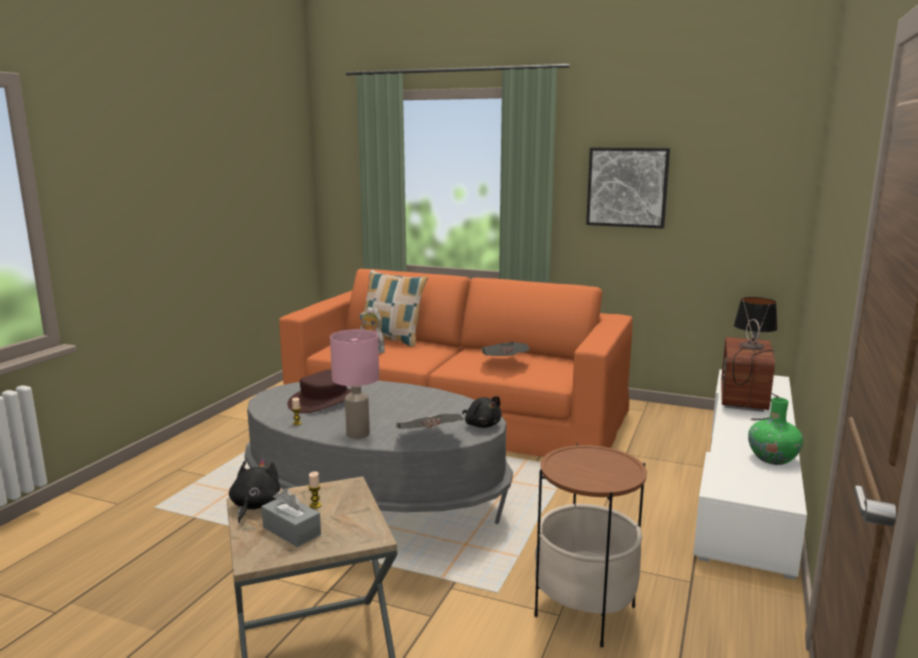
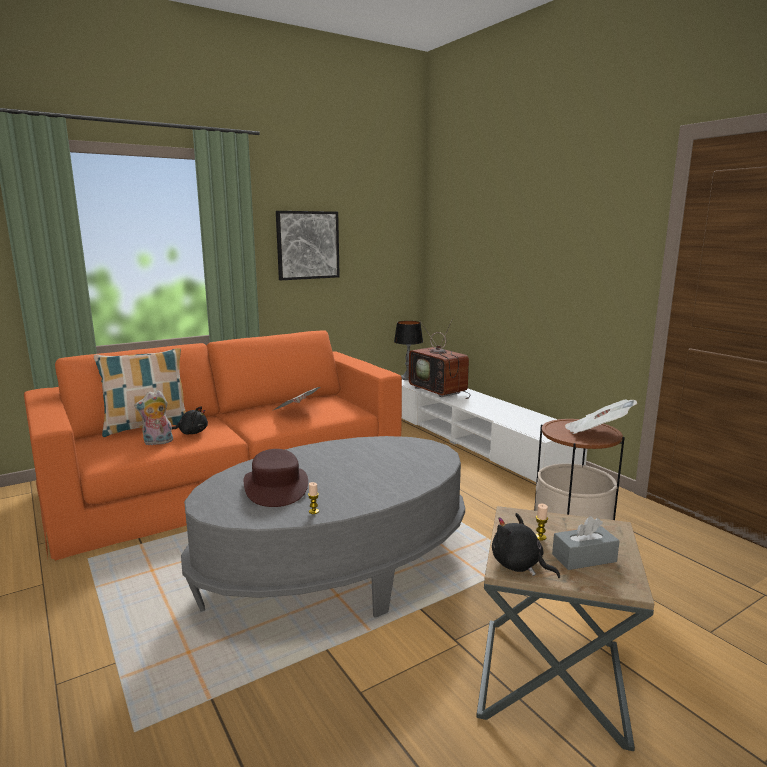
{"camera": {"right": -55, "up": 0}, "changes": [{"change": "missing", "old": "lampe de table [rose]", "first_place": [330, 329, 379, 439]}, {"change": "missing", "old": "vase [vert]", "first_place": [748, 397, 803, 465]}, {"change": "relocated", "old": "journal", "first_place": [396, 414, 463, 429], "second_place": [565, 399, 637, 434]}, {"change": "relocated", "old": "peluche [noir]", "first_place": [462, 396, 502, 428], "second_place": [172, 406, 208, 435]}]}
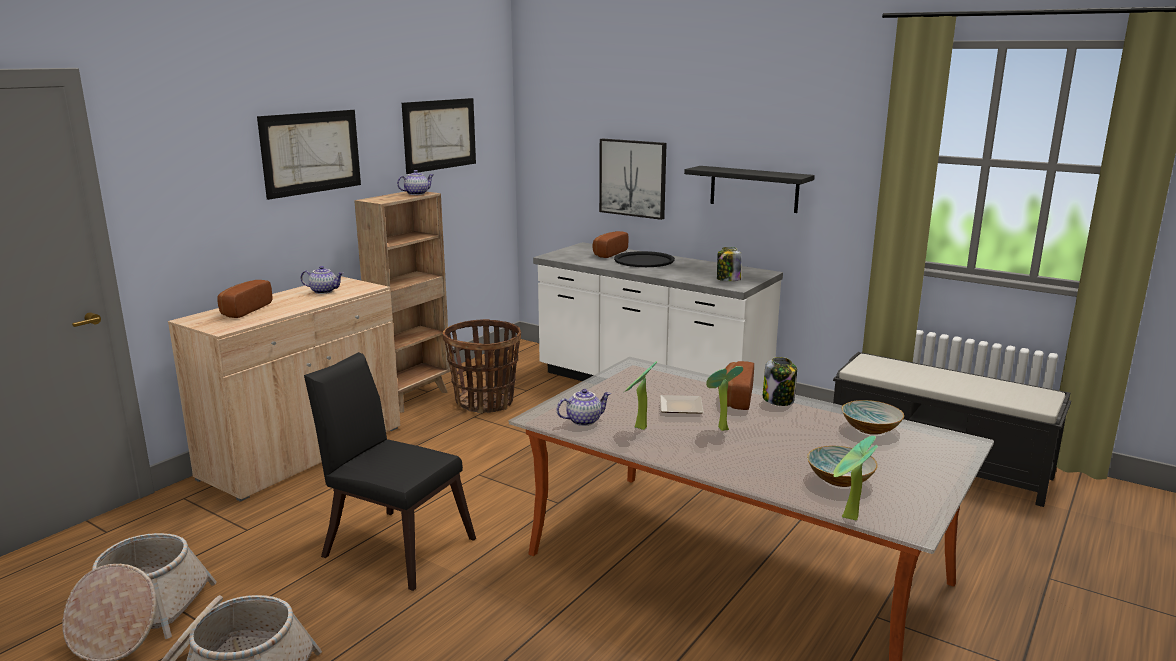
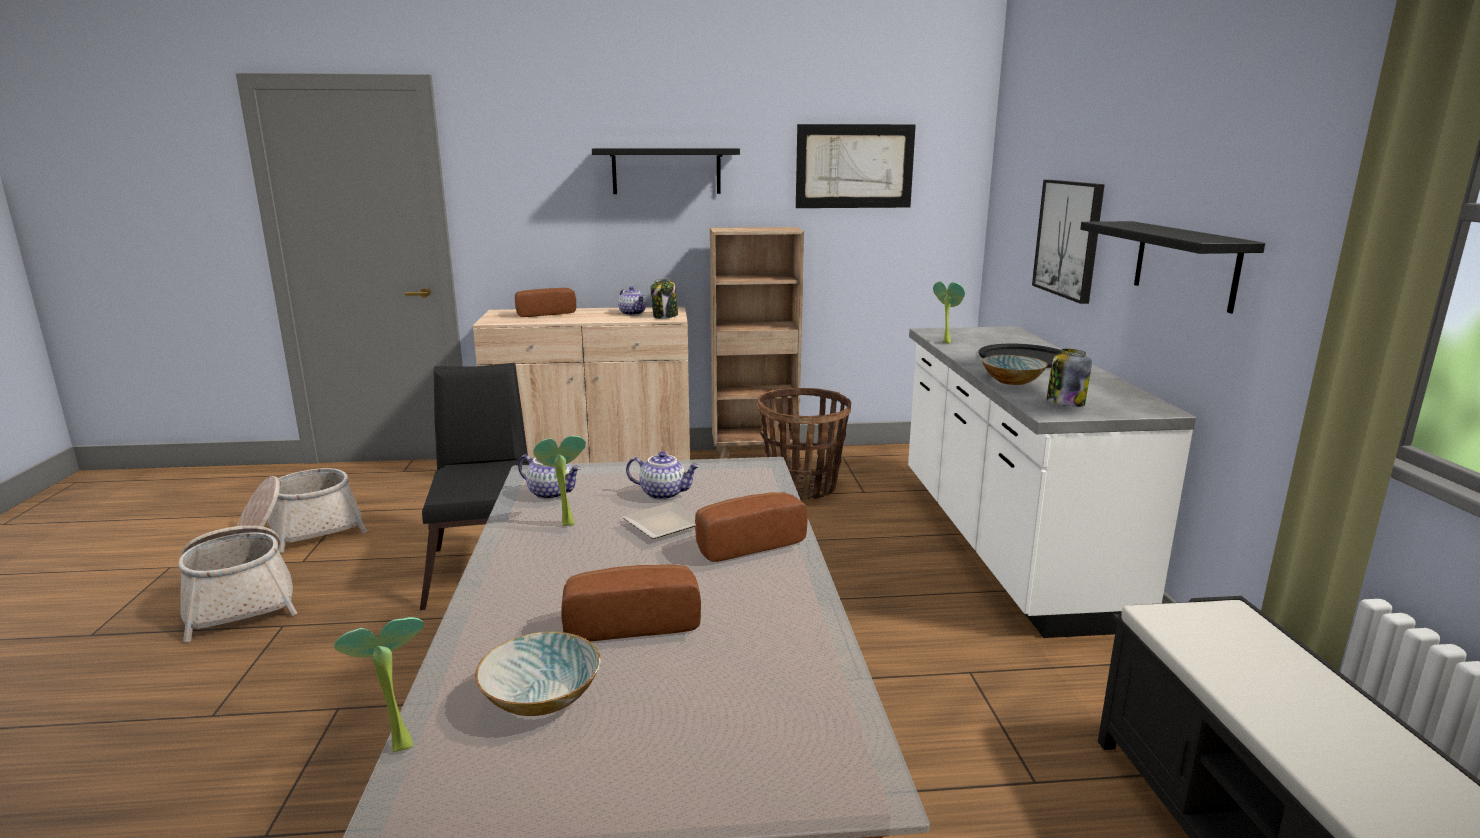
{"camera": {"right": 50, "up": 0}, "changes": [{"change": "relocated", "old": "théière", "first_place": [397, 170, 433, 195], "second_place": [626, 451, 700, 500]}, {"change": "relocated", "old": "pain", "first_place": [592, 231, 628, 258], "second_place": [561, 564, 701, 641]}, {"change": "relocated", "old": "plante en pot", "first_place": [706, 366, 743, 431], "second_place": [933, 281, 965, 344]}, {"change": "relocated", "old": "bocal", "first_place": [763, 357, 797, 406], "second_place": [651, 278, 678, 319]}, {"change": "relocated", "old": "bol", "first_place": [842, 400, 904, 435], "second_place": [982, 355, 1048, 385]}, {"change": "exchanged", "old": "tableau", "new": "étagère [noir]", "first_place": [257, 110, 361, 200], "second_place": [592, 148, 740, 194]}]}
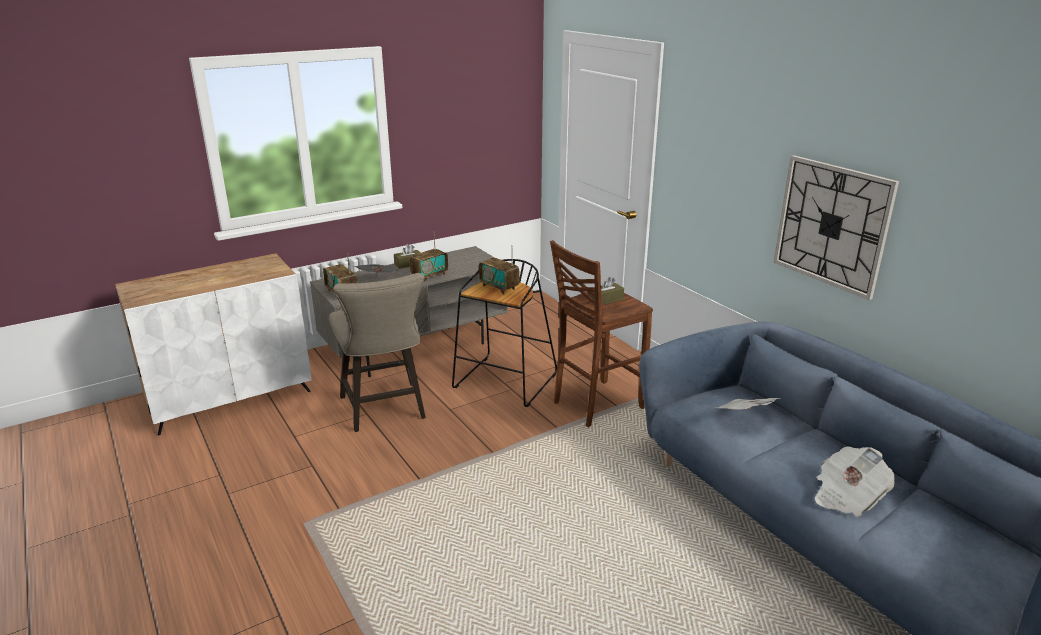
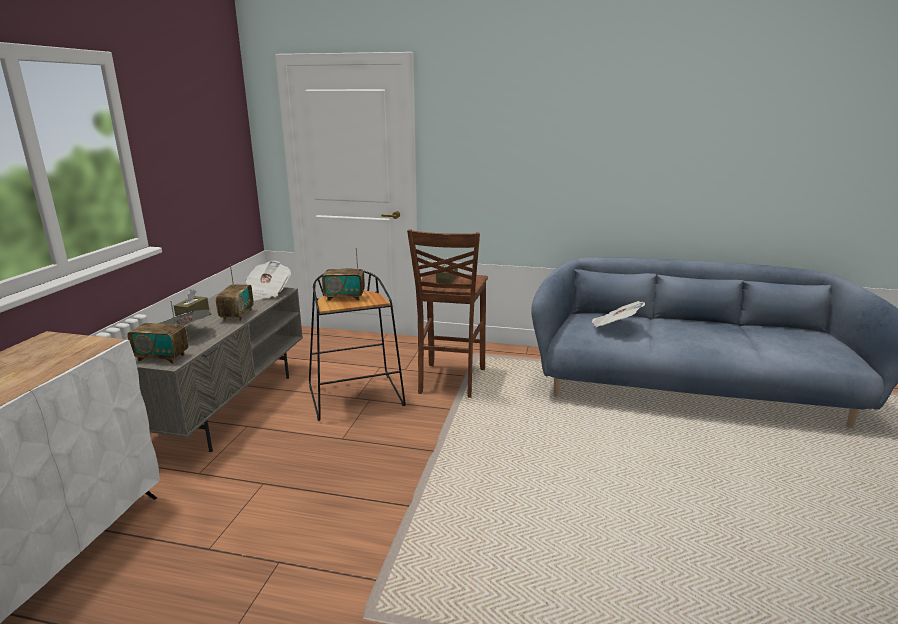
{"camera": {"right": -45, "up": -5}, "changes": [{"change": "missing", "old": "tabouret [beige]", "first_place": [329, 273, 426, 432]}, {"change": "missing", "old": "horloge murale", "first_place": [774, 155, 899, 300]}, {"change": "relocated", "old": "journal", "first_place": [815, 446, 895, 516], "second_place": [245, 261, 291, 301]}]}
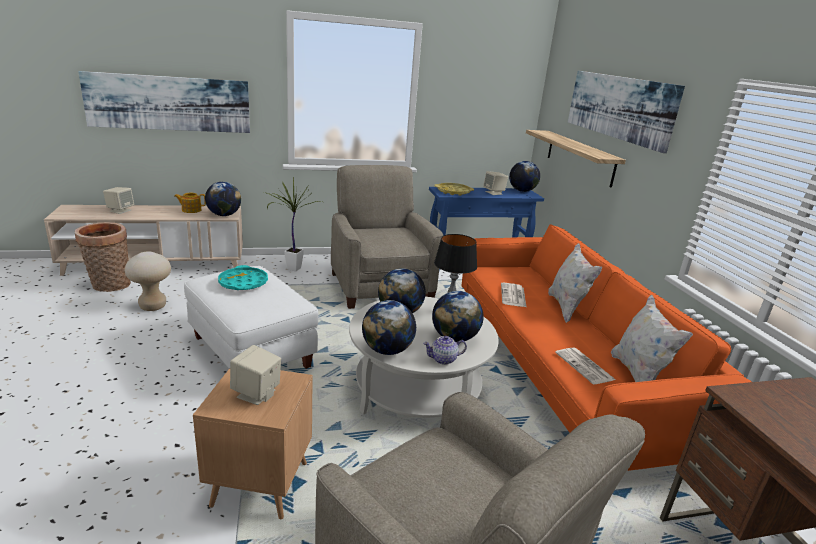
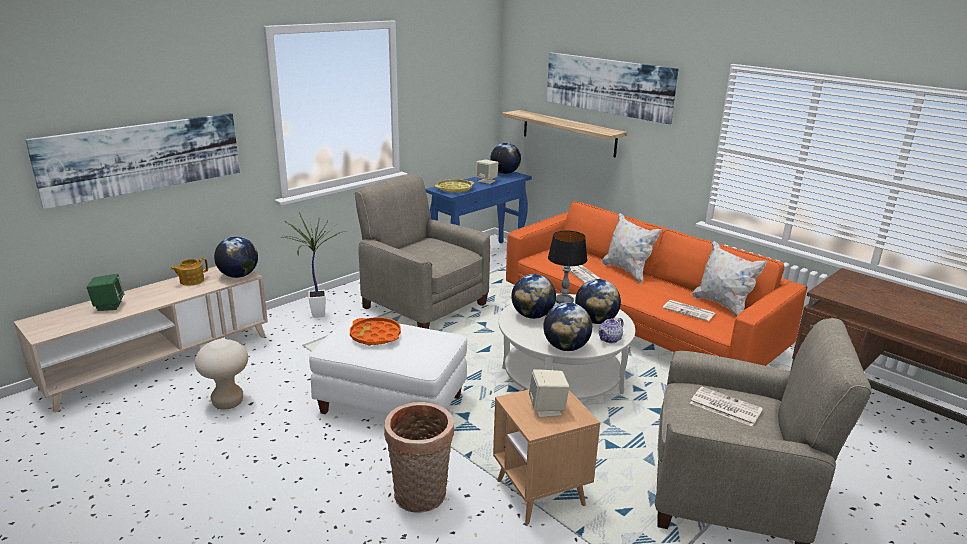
{"camera": {"right": -30, "up": 0}, "changes": [{"change": "appeared", "new": "journal", "second_place": [690, 387, 763, 426]}, {"change": "relocated", "old": "panier", "first_place": [75, 222, 131, 292], "second_place": [384, 402, 454, 513]}, {"change": "colour", "old": "enceinte [beige]", "new": "enceinte [vert]", "first_place": [103, 187, 134, 214], "second_place": [87, 274, 125, 311]}, {"change": "colour", "old": "plateau [turquoise]", "new": "plateau [orange]", "first_place": [218, 265, 268, 290], "second_place": [350, 317, 401, 346]}]}
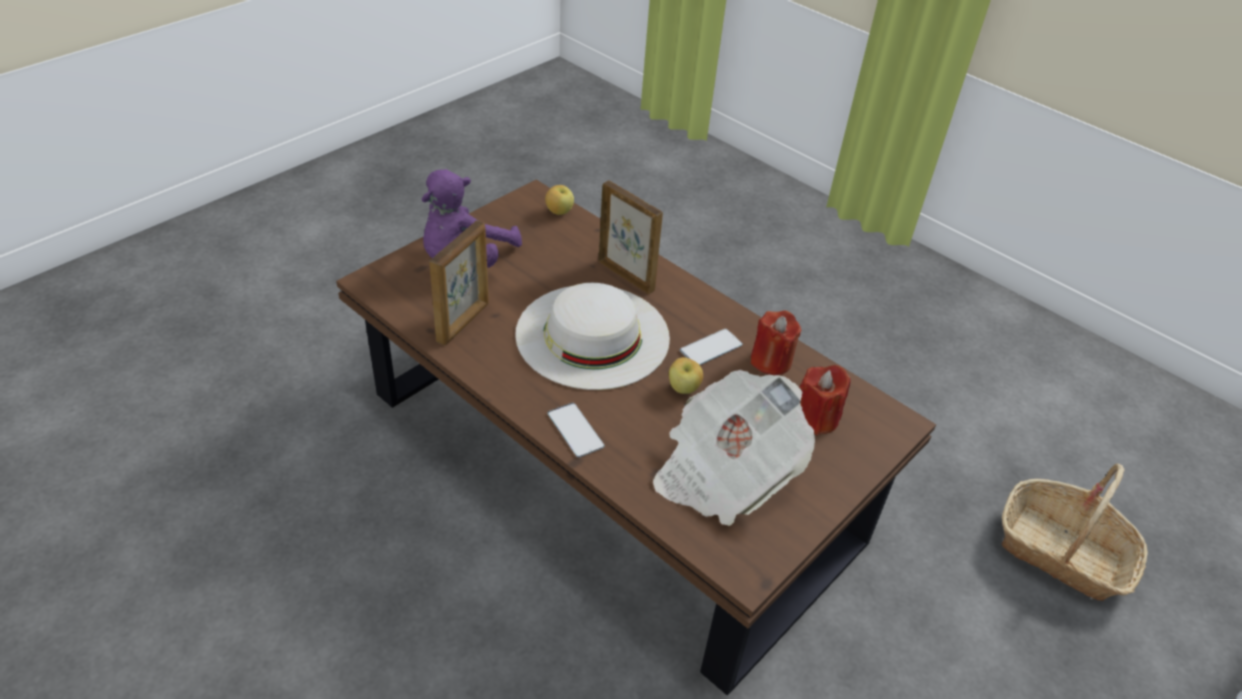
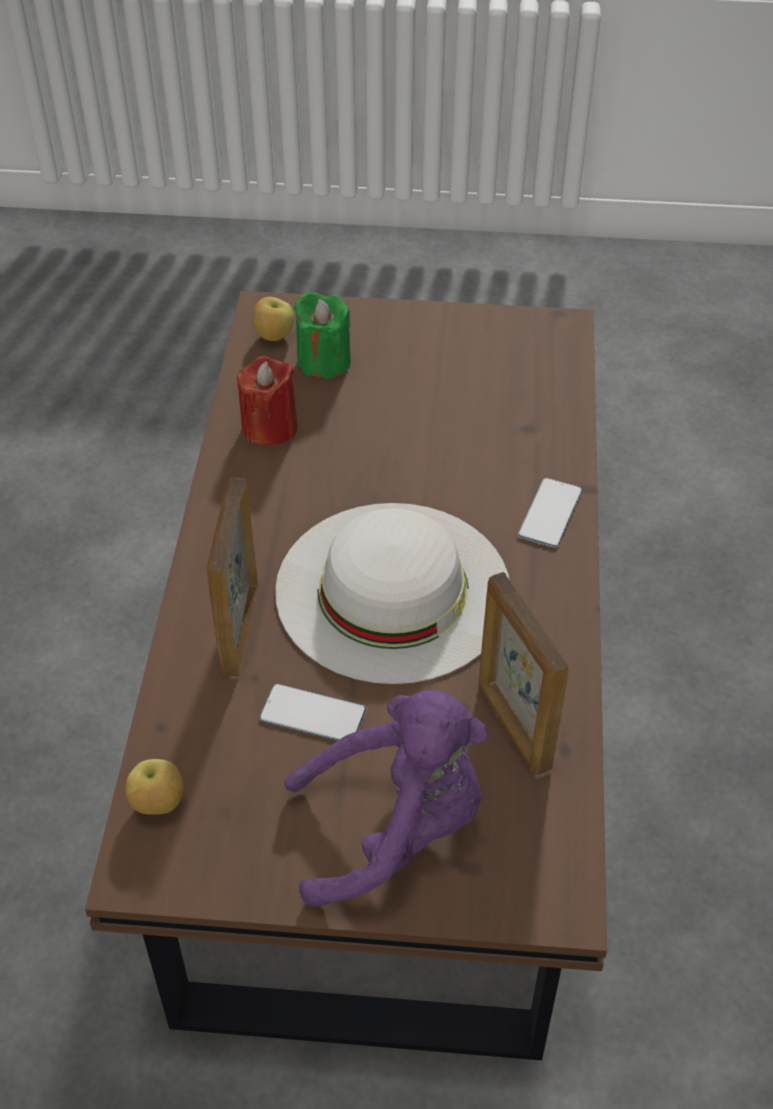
{"camera": {"right": -125, "up": 5}, "changes": [{"change": "missing", "old": "journal", "first_place": [653, 370, 815, 526]}, {"change": "missing", "old": "panier", "first_place": [1002, 464, 1148, 601]}, {"change": "relocated", "old": "pomme", "first_place": [669, 357, 703, 394], "second_place": [253, 297, 294, 341]}, {"change": "relocated", "old": "téléphone", "first_place": [680, 329, 743, 365], "second_place": [259, 684, 367, 740]}, {"change": "colour", "old": "bougie [rouge]", "new": "bougie [vert]", "first_place": [799, 365, 851, 435], "second_place": [294, 292, 351, 380]}, {"change": "spun", "old": "cadre photo", "first_place": [429, 221, 489, 345], "second_place": [478, 572, 569, 775], "degrees": -105}]}
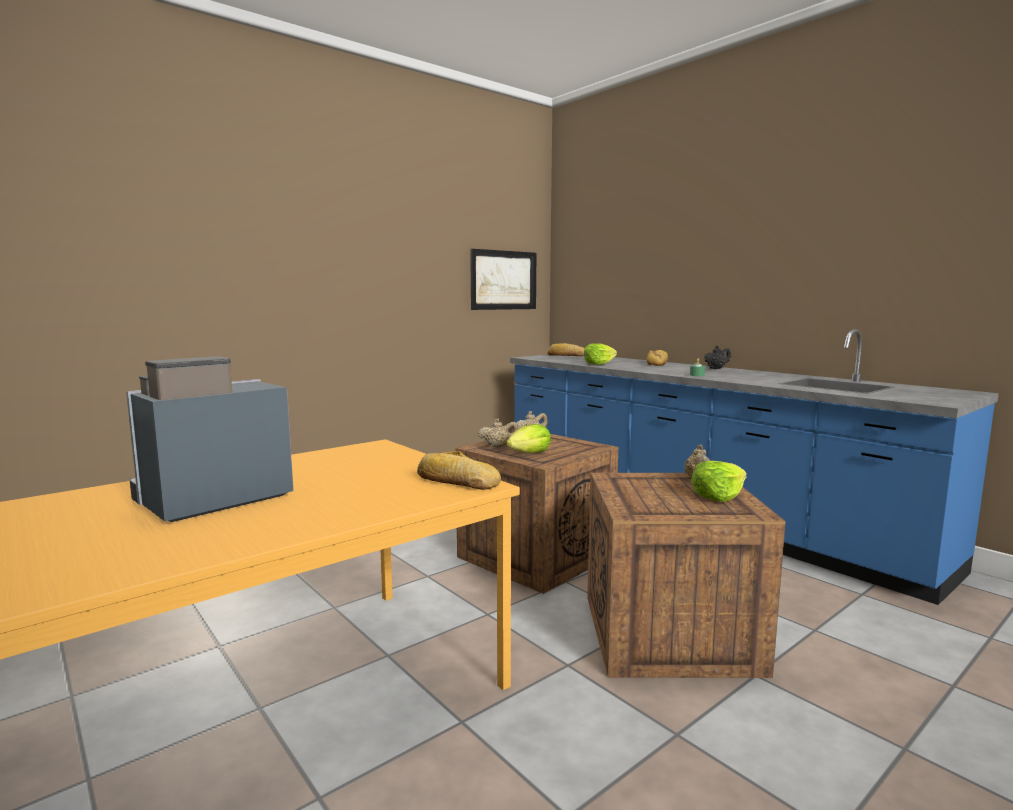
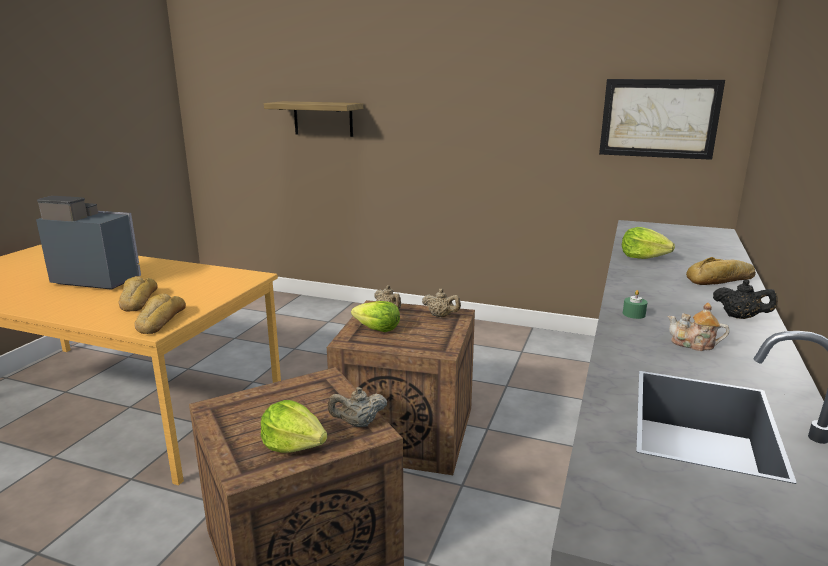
{"camera": {"right": 60, "up": 10}, "changes": [{"change": "appeared", "new": "étagère", "second_place": [264, 101, 363, 137]}, {"change": "appeared", "new": "théière", "second_place": [668, 303, 729, 351]}, {"change": "relocated", "old": "pain", "first_place": [547, 343, 585, 356], "second_place": [118, 276, 158, 311]}]}
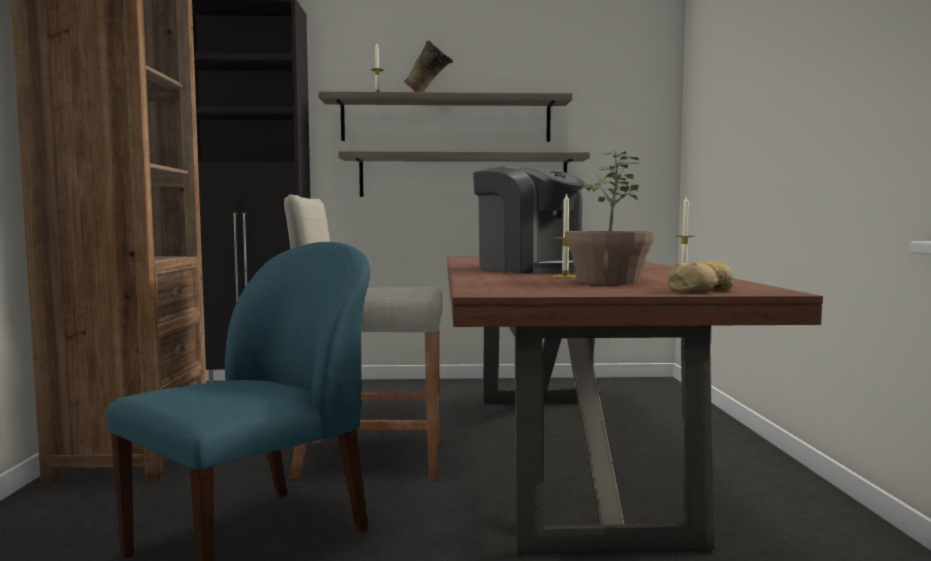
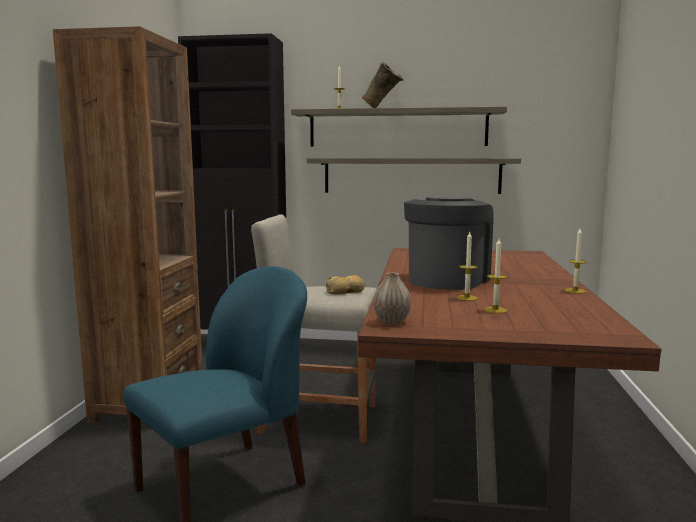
{"camera": {"right": 10, "up": 5}, "changes": [{"change": "appeared", "new": "vase", "second_place": [373, 272, 411, 325]}, {"change": "relocated", "old": "pain", "first_place": [667, 261, 734, 293], "second_place": [326, 275, 365, 294]}, {"change": "exchanged", "old": "plante en pot", "new": "bougie", "first_place": [565, 151, 654, 285], "second_place": [484, 239, 507, 313]}, {"change": "spun", "old": "machine à café", "first_place": [473, 166, 585, 273], "second_place": [404, 197, 494, 290], "degrees": -120}]}
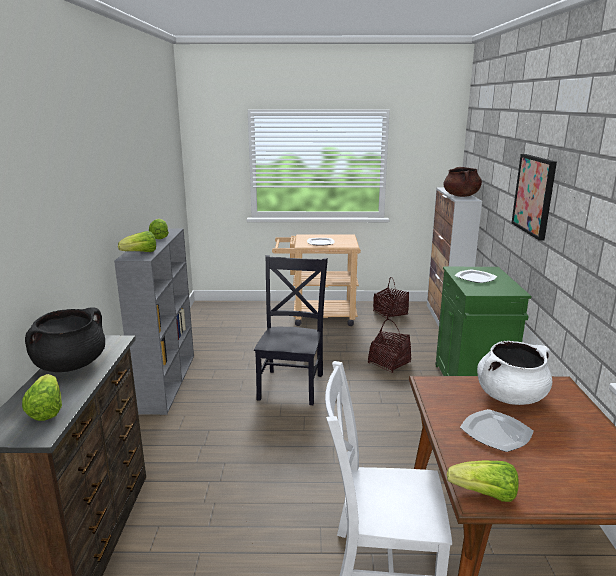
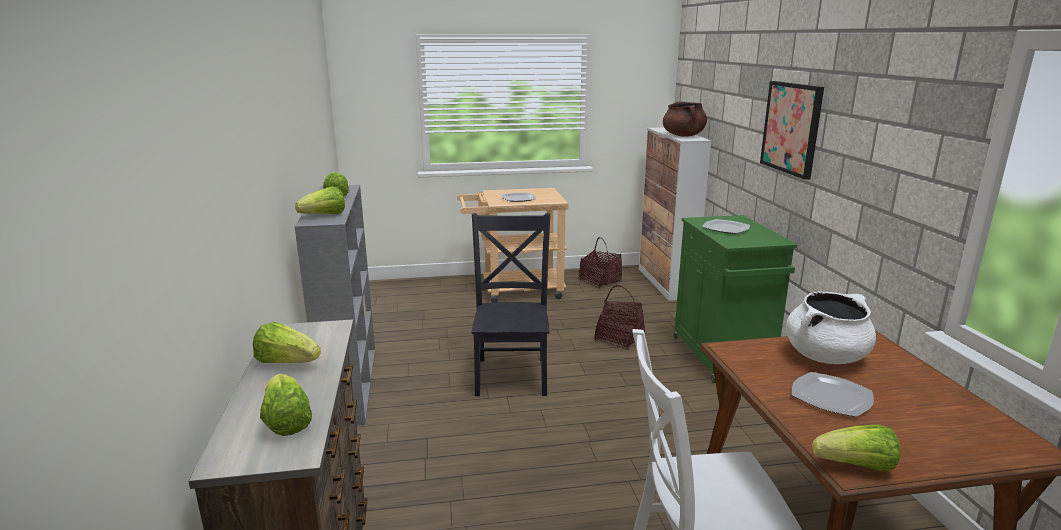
{"camera": {"right": -10, "up": 0}, "changes": [{"change": "exchanged", "old": "marmite [noir]", "new": "laitue", "first_place": [25, 308, 105, 372], "second_place": [253, 322, 321, 363]}]}
